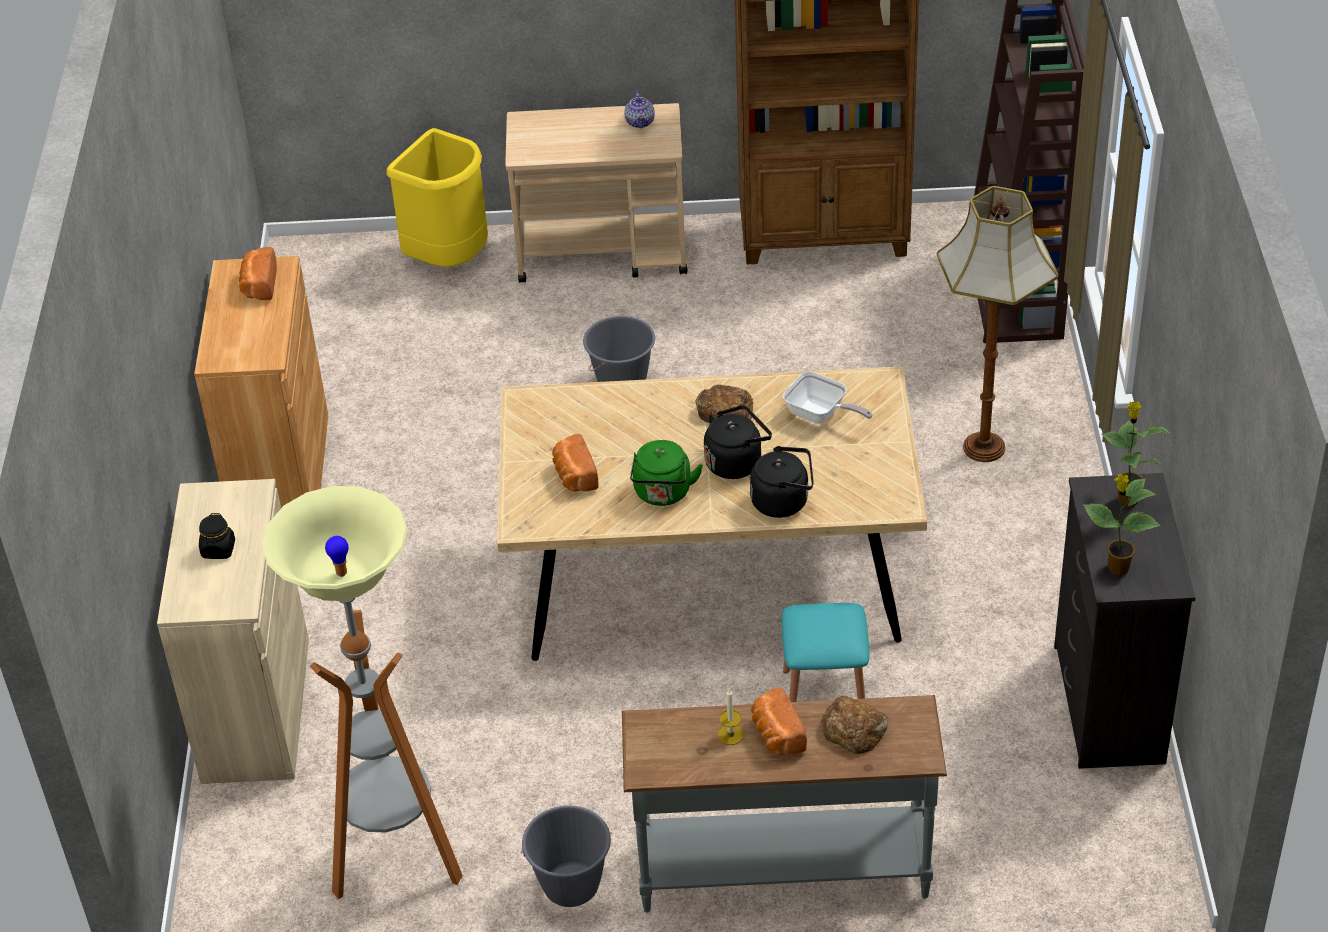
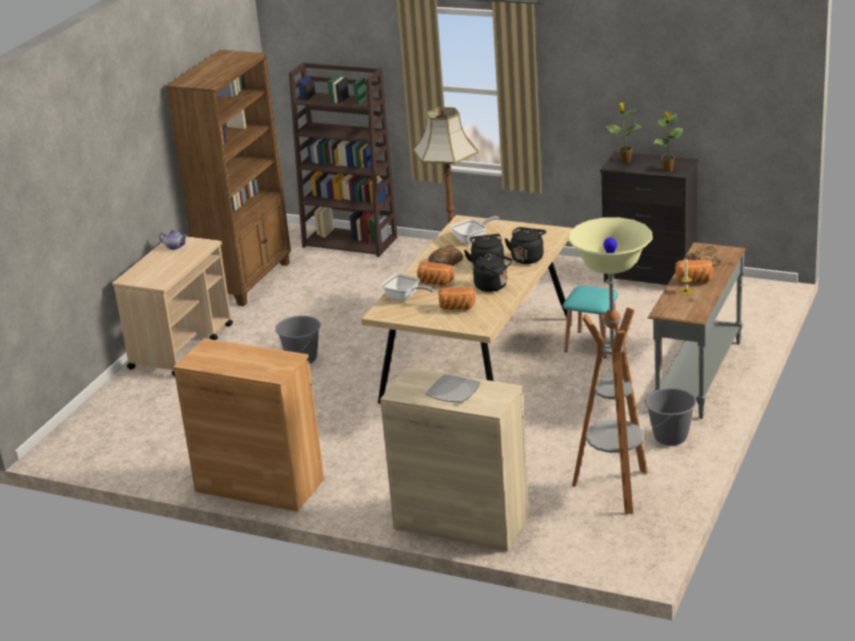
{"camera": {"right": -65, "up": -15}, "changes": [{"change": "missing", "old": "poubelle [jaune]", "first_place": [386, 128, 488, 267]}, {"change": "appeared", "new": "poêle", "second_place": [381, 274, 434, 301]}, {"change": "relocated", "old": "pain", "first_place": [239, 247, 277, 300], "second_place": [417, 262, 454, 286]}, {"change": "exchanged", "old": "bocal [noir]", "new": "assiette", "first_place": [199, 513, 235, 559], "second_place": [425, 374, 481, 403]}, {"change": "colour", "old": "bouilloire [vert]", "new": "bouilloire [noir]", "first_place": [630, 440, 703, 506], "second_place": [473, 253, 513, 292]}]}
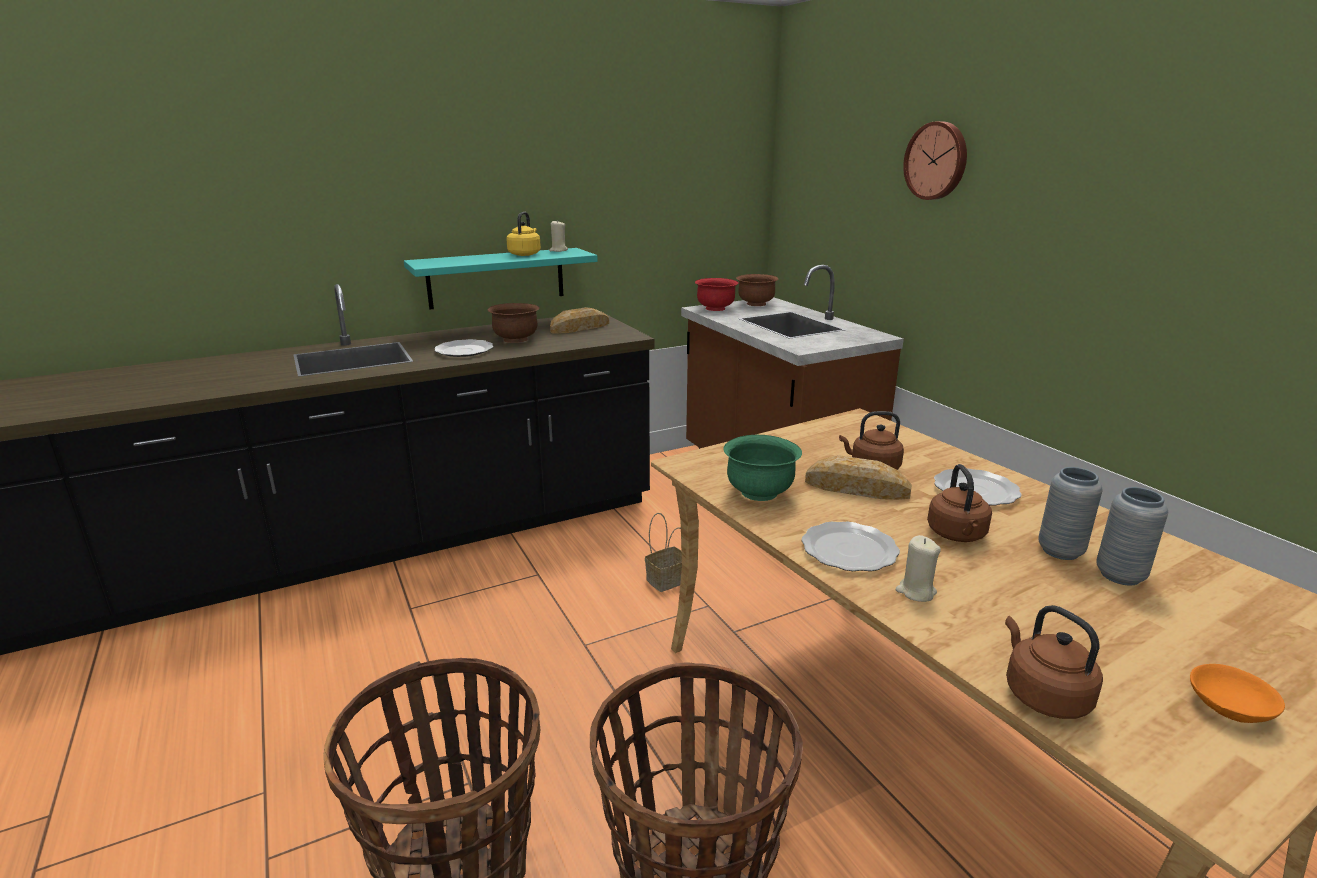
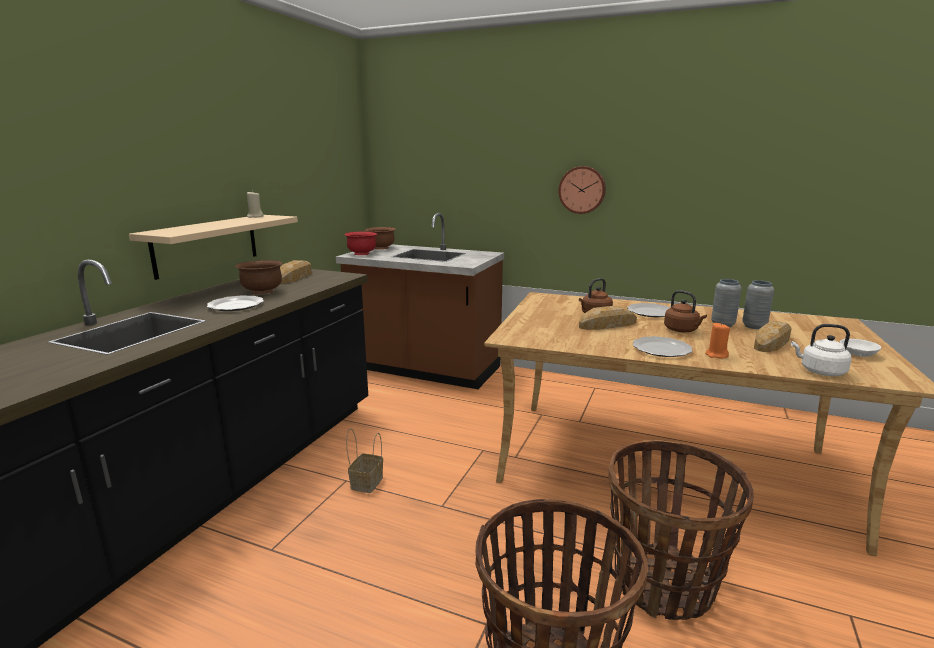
{"camera": {"right": -40, "up": -5}, "changes": [{"change": "missing", "old": "bouilloire [jaune]", "first_place": [506, 212, 541, 256]}, {"change": "missing", "old": "bol [vert]", "first_place": [723, 435, 802, 501]}, {"change": "appeared", "new": "pain", "second_place": [754, 320, 792, 352]}, {"change": "relocated", "old": "panier", "first_place": [645, 513, 682, 592], "second_place": [346, 428, 383, 493]}, {"change": "relocated", "old": "horloge murale", "first_place": [903, 121, 967, 200], "second_place": [559, 166, 606, 214]}, {"change": "colour", "old": "étagère [turquoise]", "new": "étagère [beige]", "first_place": [404, 248, 598, 309], "second_place": [129, 215, 298, 280]}, {"change": "colour", "old": "bougie [beige]", "new": "bougie [orange]", "first_place": [896, 535, 941, 602], "second_place": [705, 322, 730, 358]}, {"change": "colour", "old": "bouilloire [marron]", "new": "bouilloire [blanc]", "first_place": [1005, 605, 1103, 719], "second_place": [791, 324, 852, 376]}, {"change": "colour", "old": "bol [orange]", "new": "bol [blanc]", "first_place": [1190, 664, 1285, 723], "second_place": [840, 339, 881, 357]}]}
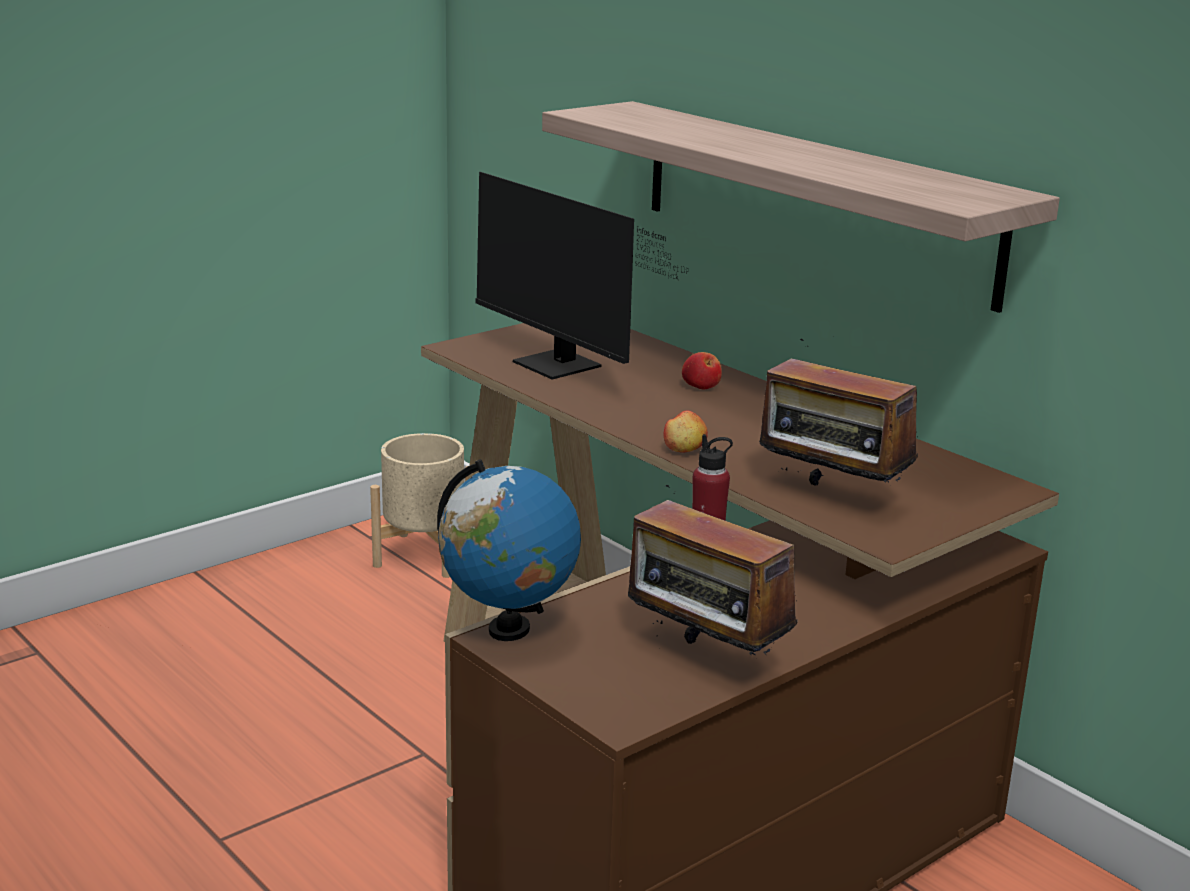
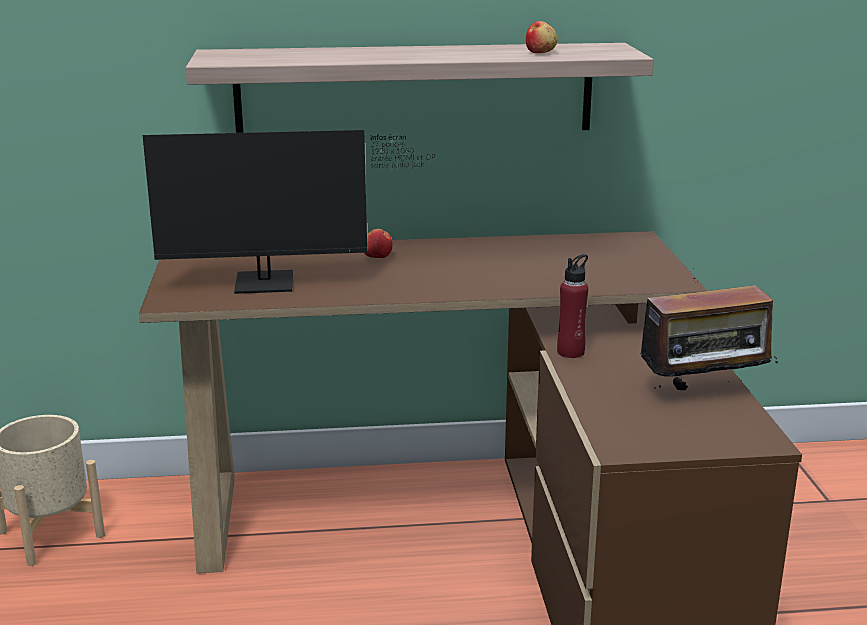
{"camera": {"right": -55, "up": 0}, "changes": [{"change": "missing", "old": "globe", "first_place": [437, 459, 581, 641]}, {"change": "missing", "old": "radio", "first_place": [759, 339, 918, 486]}, {"change": "relocated", "old": "pomme", "first_place": [664, 411, 708, 453], "second_place": [526, 21, 557, 53]}]}
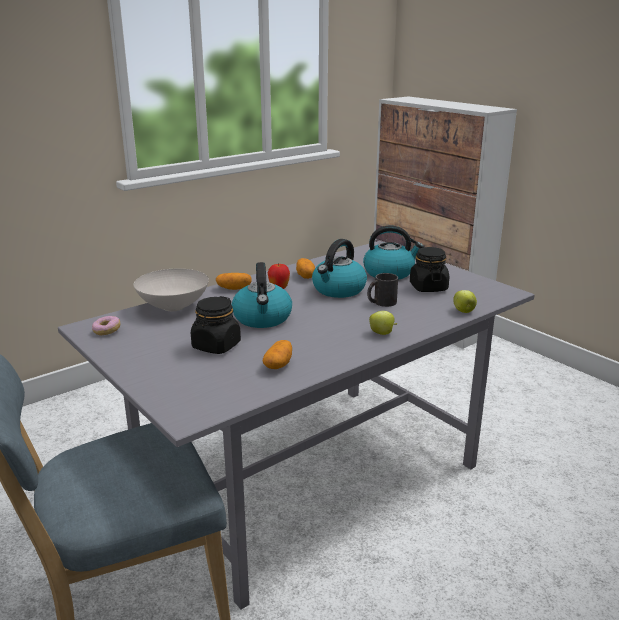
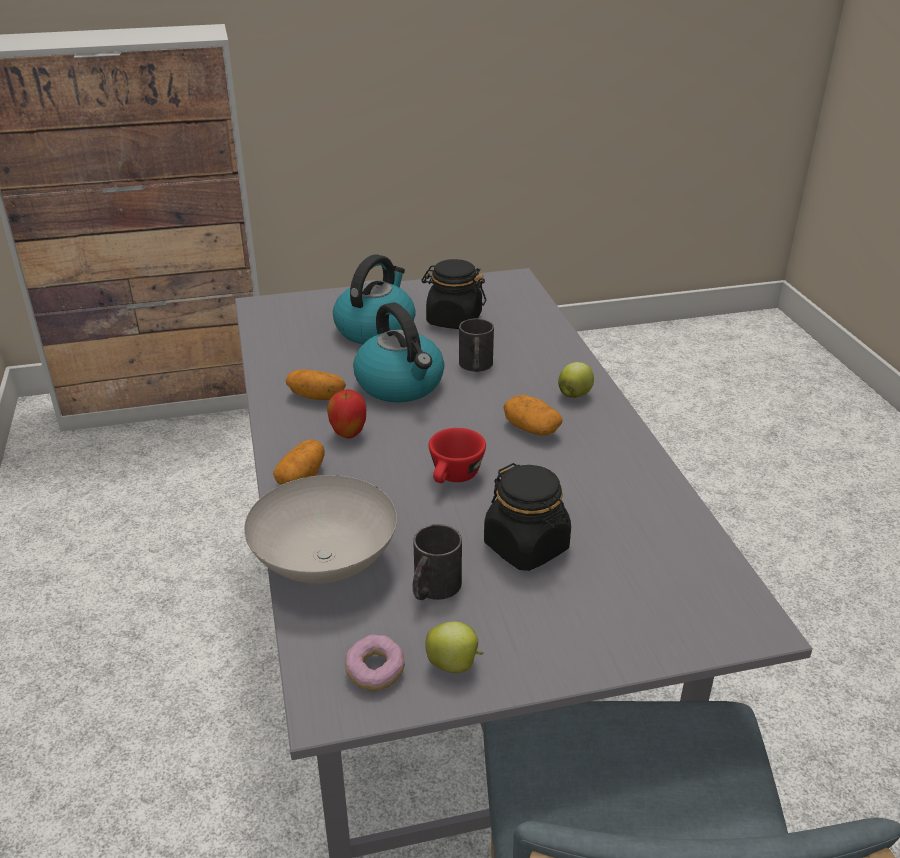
{"camera": {"right": -65, "up": 10}, "changes": [{"change": "appeared", "new": "mug [noir]", "second_place": [413, 524, 462, 600]}, {"change": "relocated", "old": "pomme de terre", "first_place": [263, 340, 292, 369], "second_place": [503, 395, 563, 436]}, {"change": "relocated", "old": "pomme", "first_place": [453, 290, 477, 313], "second_place": [425, 621, 483, 673]}, {"change": "exchanged", "old": "bouilloire", "new": "tasse [rouge]", "first_place": [232, 262, 292, 328], "second_place": [429, 428, 486, 483]}]}
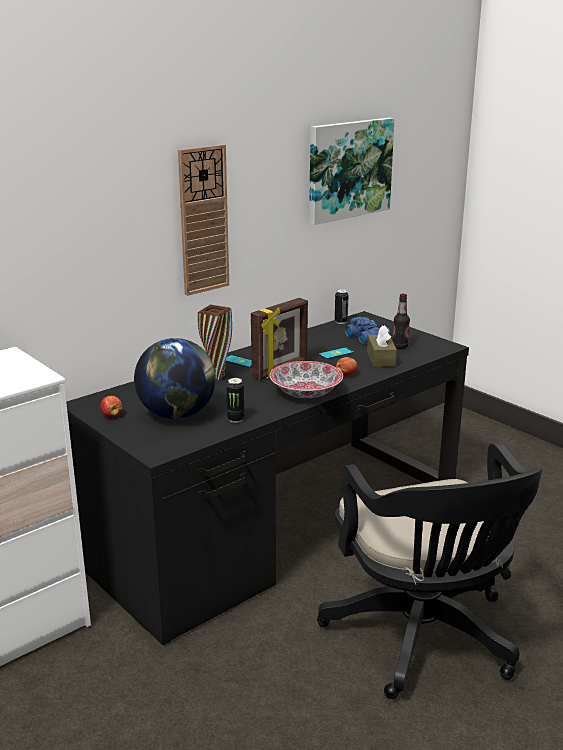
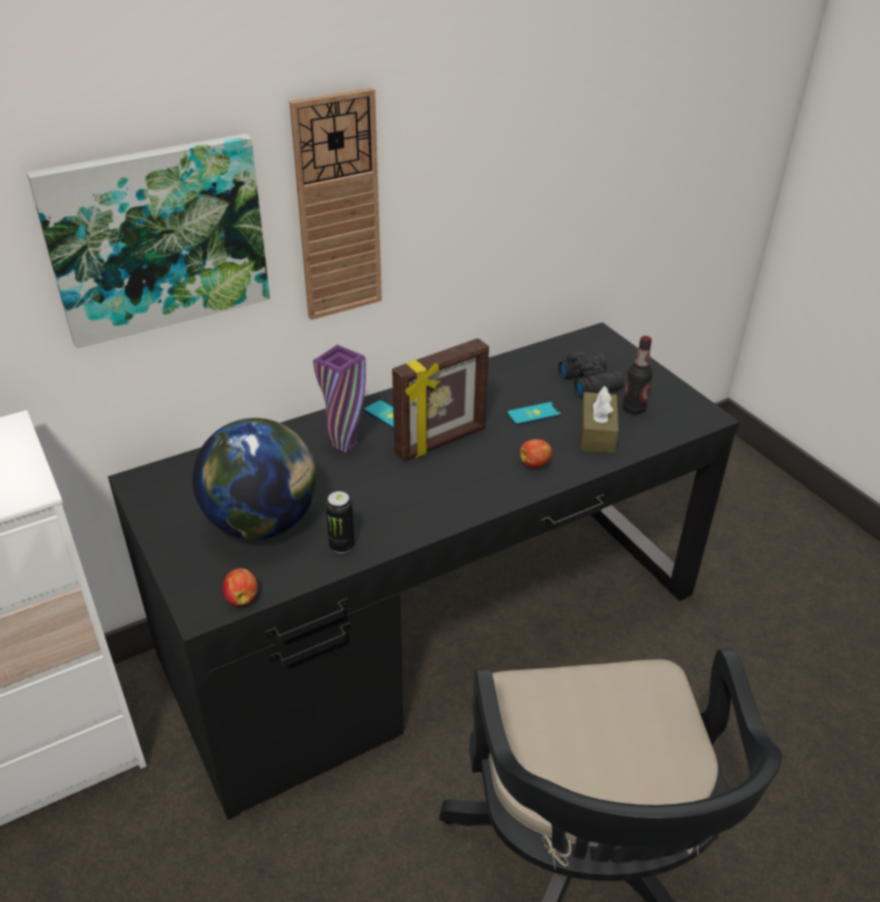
{"camera": {"right": 10, "up": 15}, "changes": [{"change": "missing", "old": "bol", "first_place": [270, 361, 343, 398]}, {"change": "missing", "old": "boîte métallique", "first_place": [335, 289, 349, 324]}, {"change": "relocated", "old": "pomme", "first_place": [100, 396, 122, 417], "second_place": [223, 568, 258, 606]}, {"change": "relocated", "old": "tableau", "first_place": [309, 118, 395, 225], "second_place": [27, 134, 270, 349]}, {"change": "colour", "old": "vase [marron]", "new": "vase [violet]", "first_place": [198, 305, 232, 380], "second_place": [313, 345, 366, 453]}, {"change": "colour", "old": "jumelles [bleu]", "new": "jumelles [noir]", "first_place": [345, 317, 390, 344], "second_place": [558, 352, 624, 398]}]}
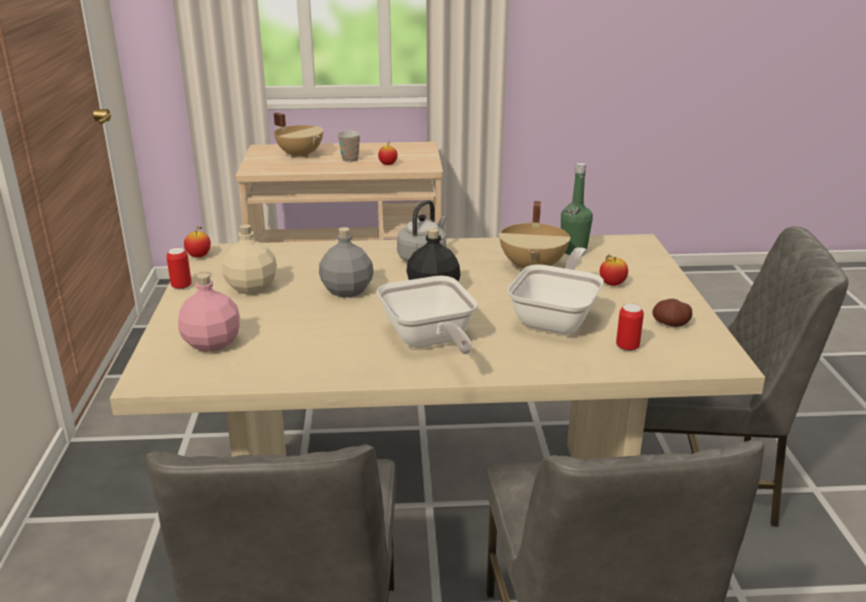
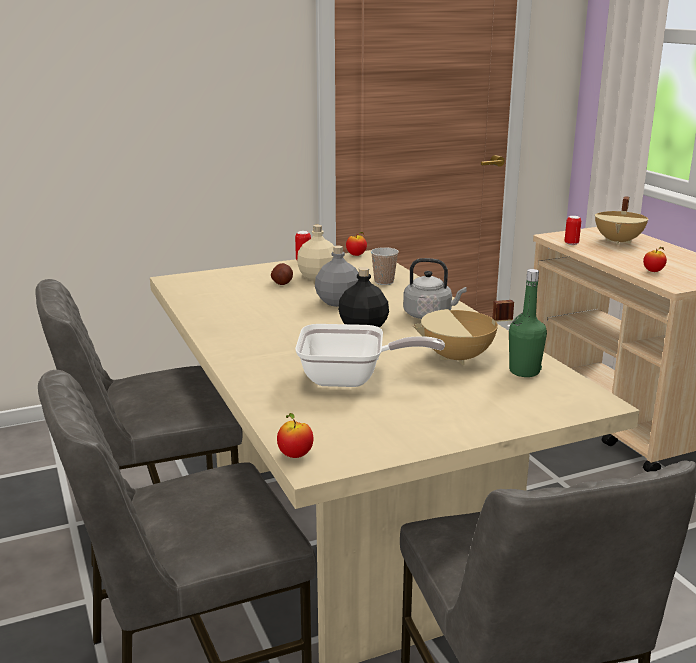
{"camera": {"right": 70, "up": -5}, "changes": [{"change": "missing", "old": "bouteille [rose]", "first_place": [178, 273, 240, 352]}, {"change": "missing", "old": "poêle", "first_place": [377, 276, 477, 354]}, {"change": "relocated", "old": "tasse", "first_place": [337, 131, 361, 162], "second_place": [371, 247, 399, 285]}, {"change": "relocated", "old": "pomme", "first_place": [600, 255, 628, 286], "second_place": [277, 413, 313, 458]}, {"change": "relocated", "old": "boîte métallique", "first_place": [616, 303, 644, 351], "second_place": [565, 216, 581, 245]}, {"change": "relocated", "old": "pomme de terre", "first_place": [652, 299, 692, 327], "second_place": [271, 263, 293, 285]}]}
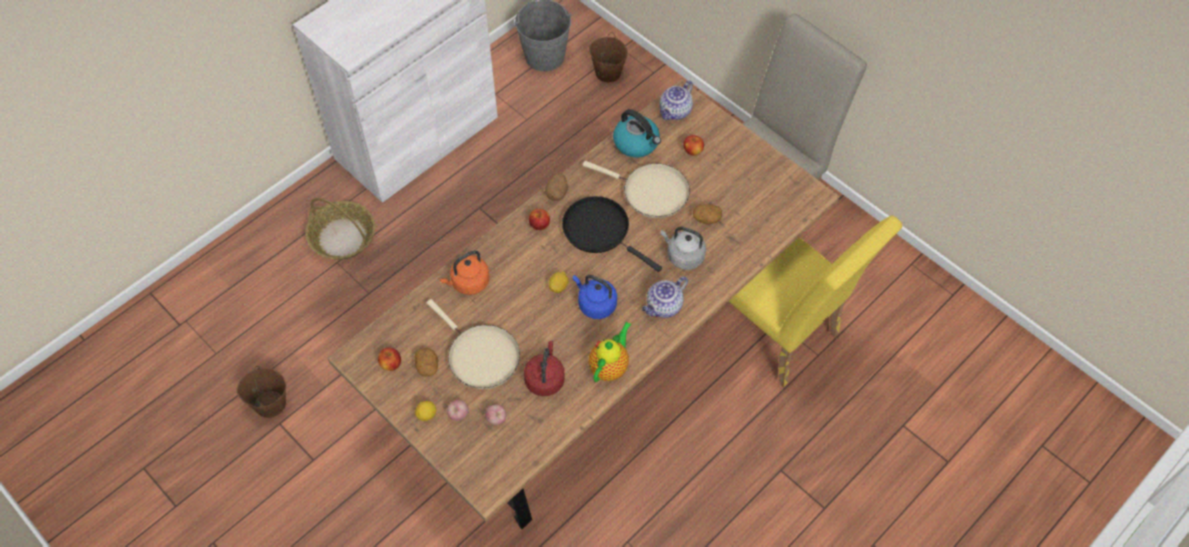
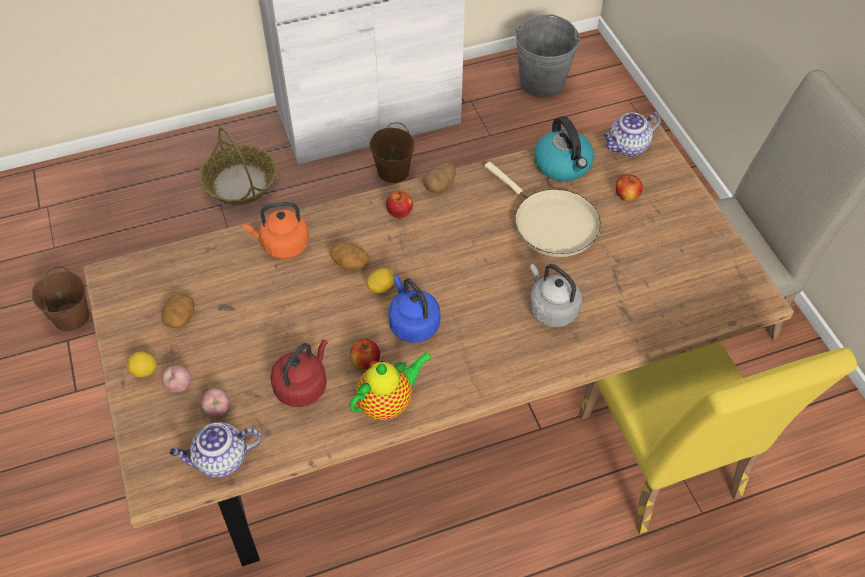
{"camera": {"right": 25, "up": -5}, "changes": [{"change": "missing", "old": "poêle [beige]", "first_place": [427, 299, 520, 389]}, {"change": "missing", "old": "poêle [noir]", "first_place": [562, 196, 662, 272]}, {"change": "relocated", "old": "pomme", "first_place": [378, 348, 401, 371], "second_place": [350, 338, 380, 370]}, {"change": "relocated", "old": "seau [marron]", "first_place": [589, 32, 628, 82], "second_place": [370, 123, 415, 183]}, {"change": "relocated", "old": "théière", "first_place": [642, 276, 688, 318], "second_place": [169, 422, 262, 478]}, {"change": "relocated", "old": "pomme de terre", "first_place": [693, 204, 722, 224], "second_place": [330, 242, 369, 271]}]}
